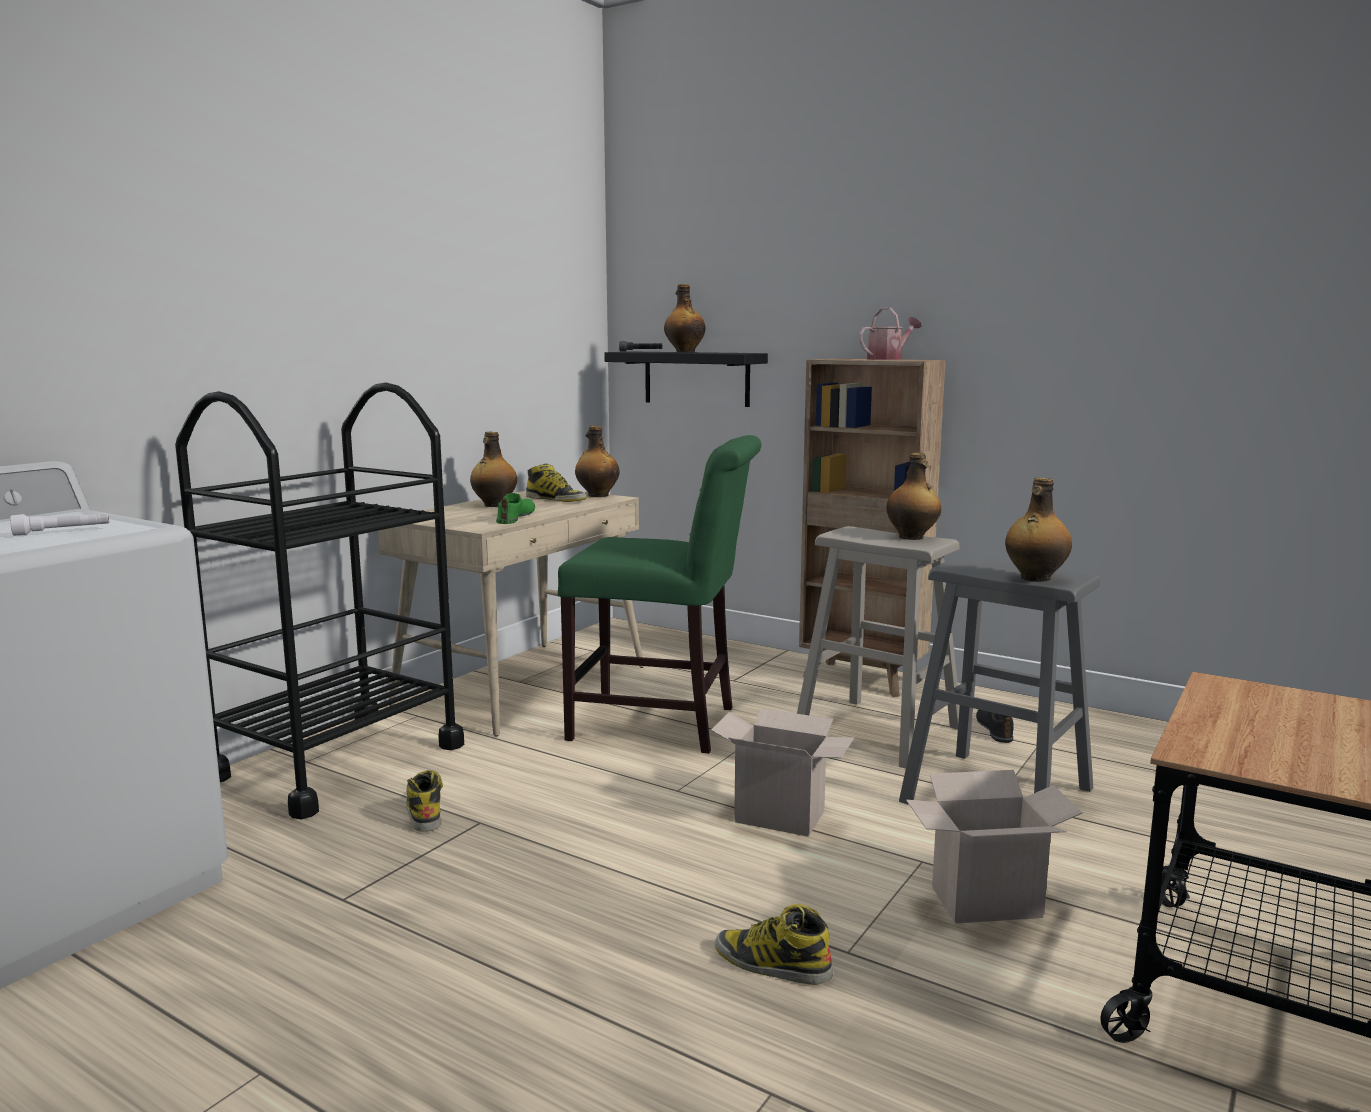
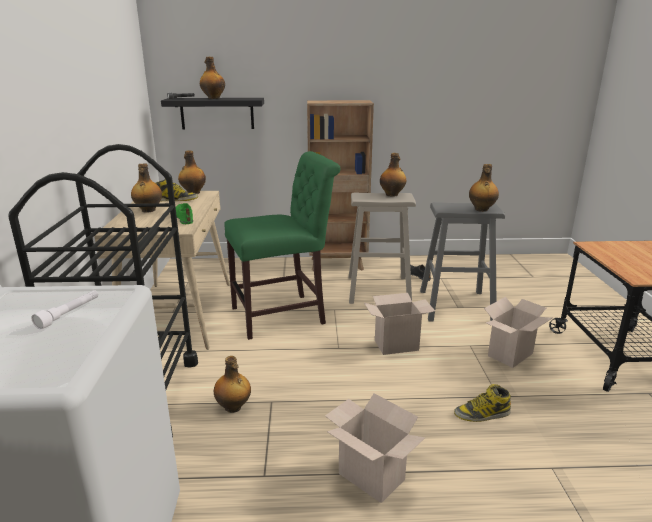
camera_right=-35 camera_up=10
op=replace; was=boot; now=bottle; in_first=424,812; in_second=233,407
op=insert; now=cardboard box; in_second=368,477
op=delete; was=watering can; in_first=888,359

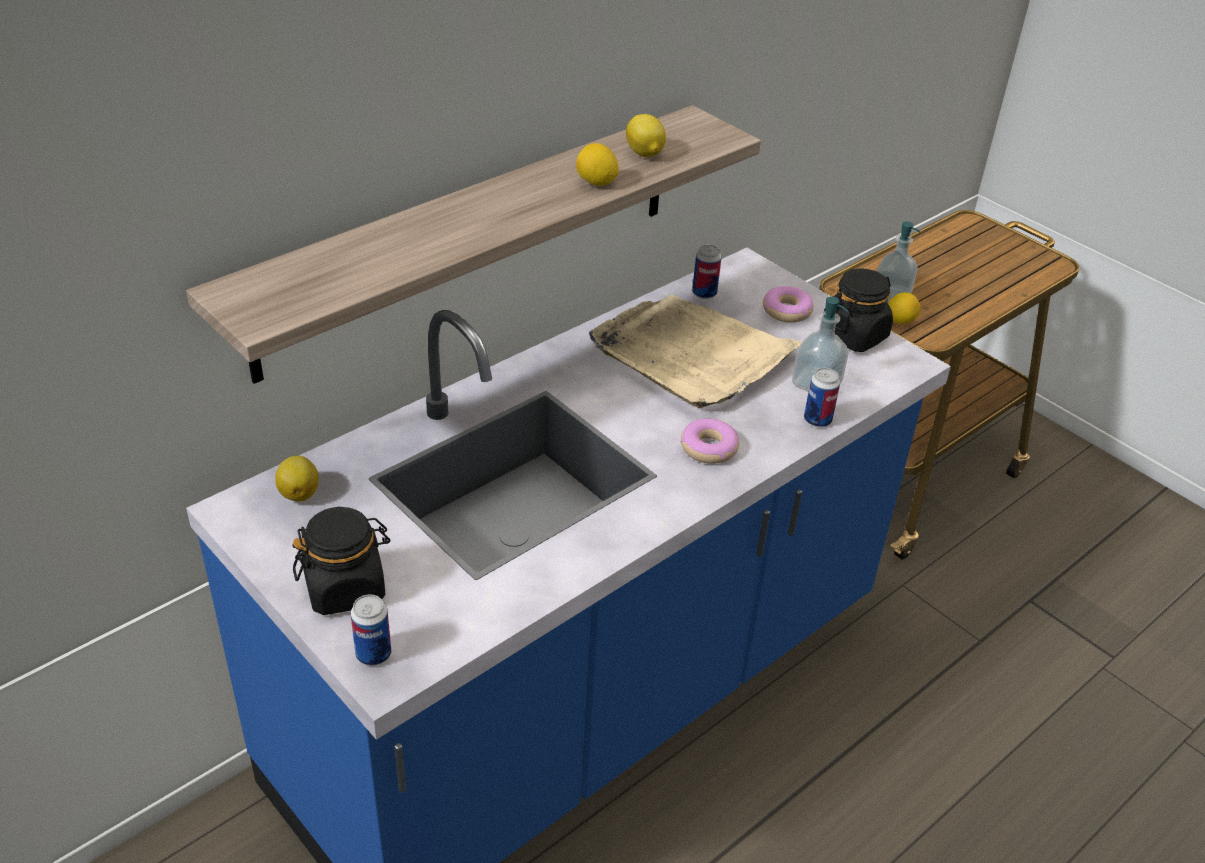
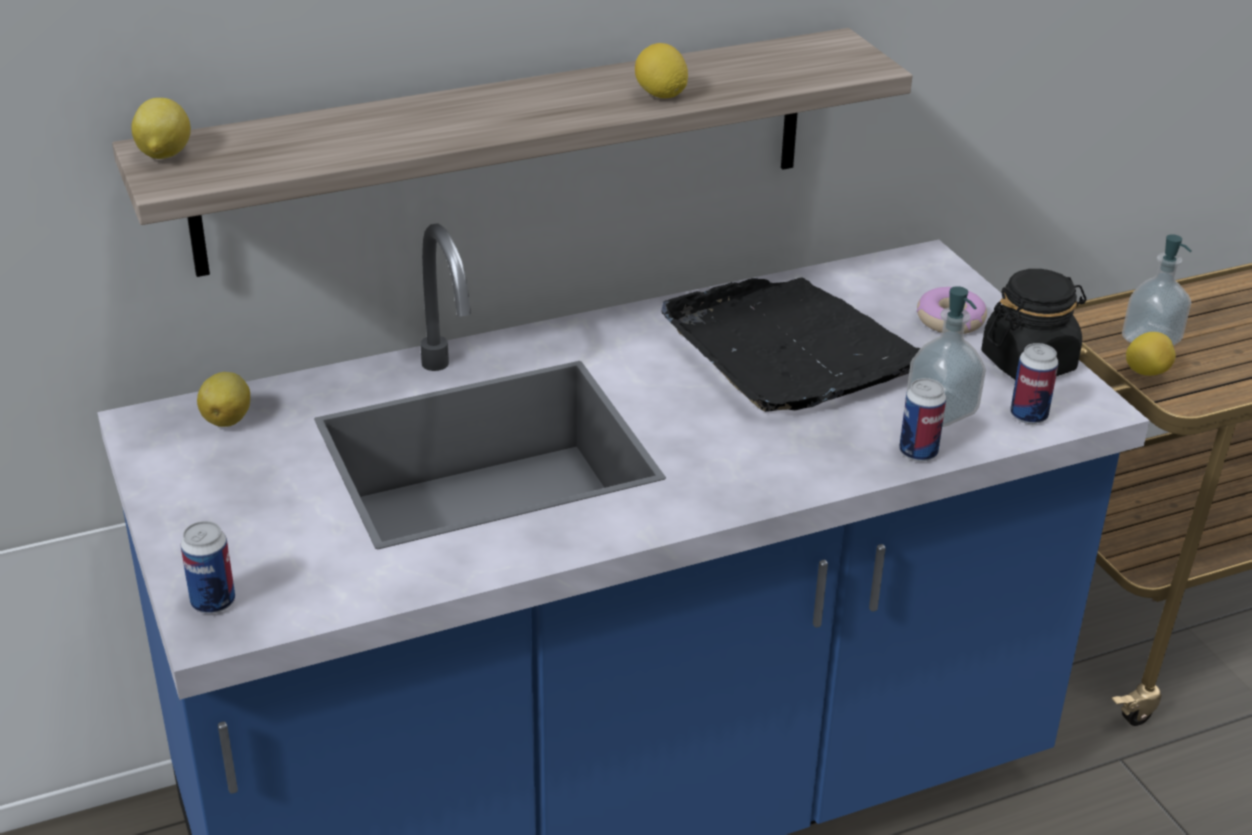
camera_right=20 camera_up=-5
op=move; was=lemon; in_first=644,154; in_second=163,155
op=recolor; was=beige tray; now=black tray; in_first=692,355; in_second=791,351
op=move; was=can; in_first=704,293; in_second=1028,416
op=delete; was=black jar; in_first=345,588
op=delete; was=donut; in_first=709,448

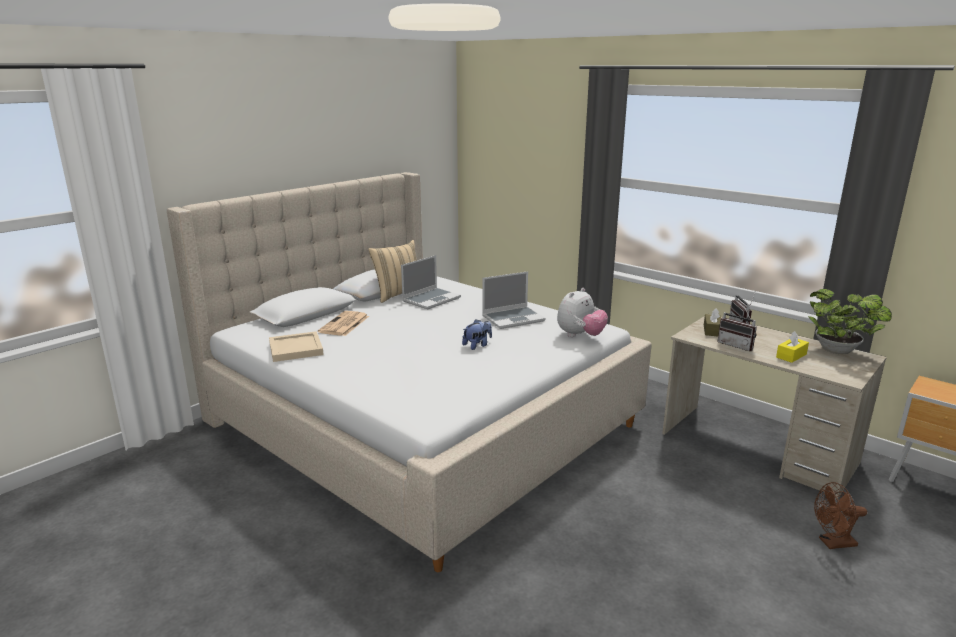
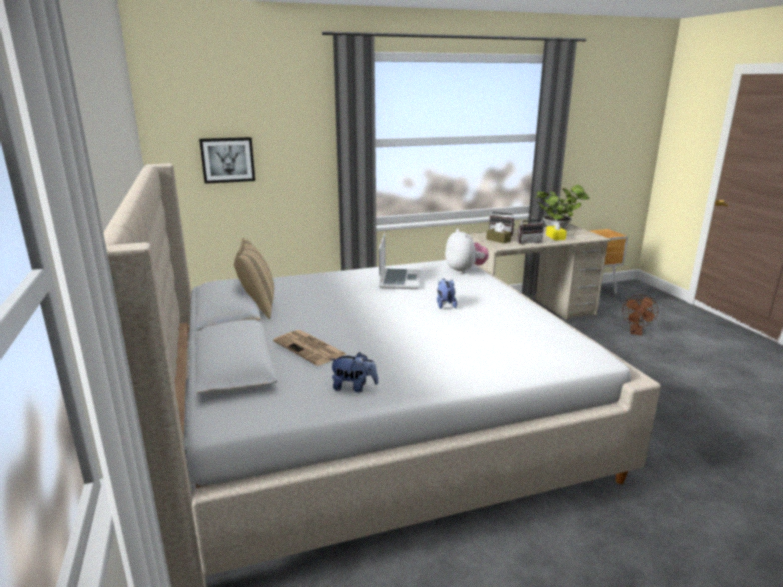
camera_right=-60 camera_up=0
op=insert; now=picture; in_second=227,160
op=replace; was=beige tray; now=plush toy; in_first=296,349; in_second=354,387
op=delete; was=laptop; in_first=431,299

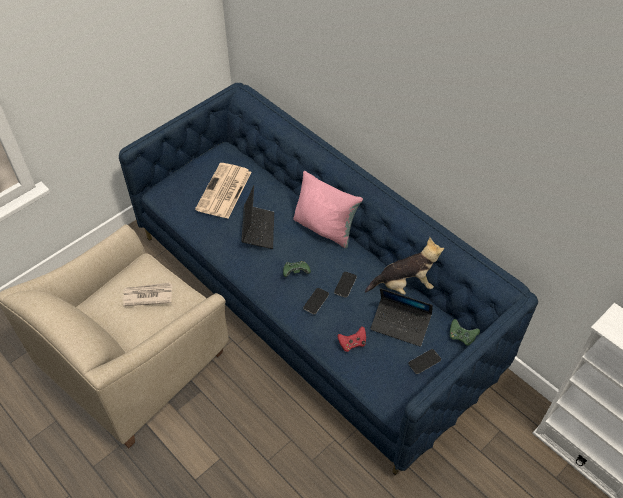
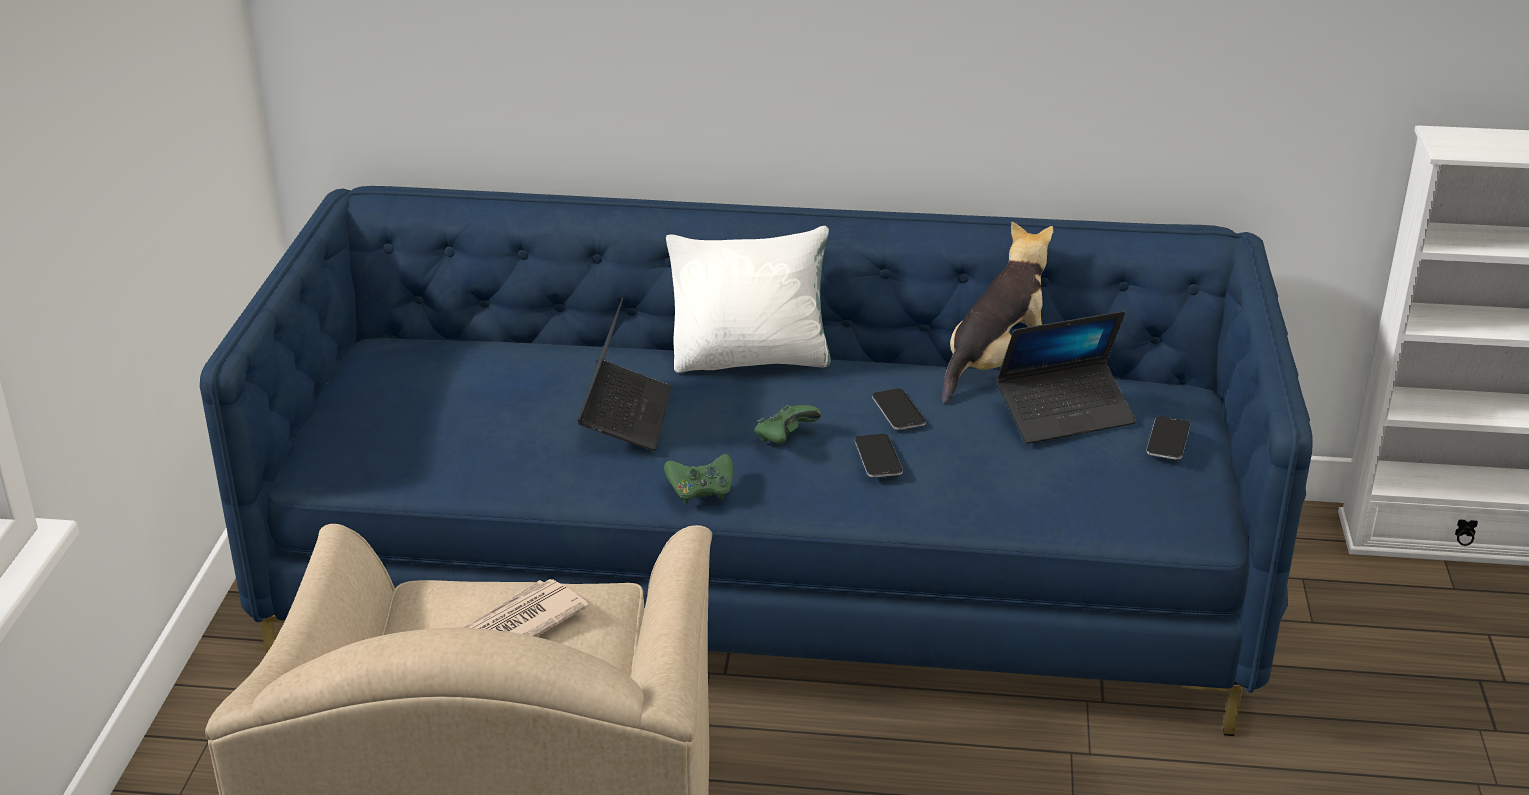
camera_right=-40 camera_up=-20
op=rotate; was=laptop; in_first=258,230; in_second=625,416; clockwise=45
op=move; was=green game controller; in_first=461,337; in_second=700,492
op=recolor; was=pink pillow; now=white pillow; in_first=325,228; in_second=751,358
op=delete; was=newspaper; in_first=224,192
op=delete; was=red game controller; in_first=352,343

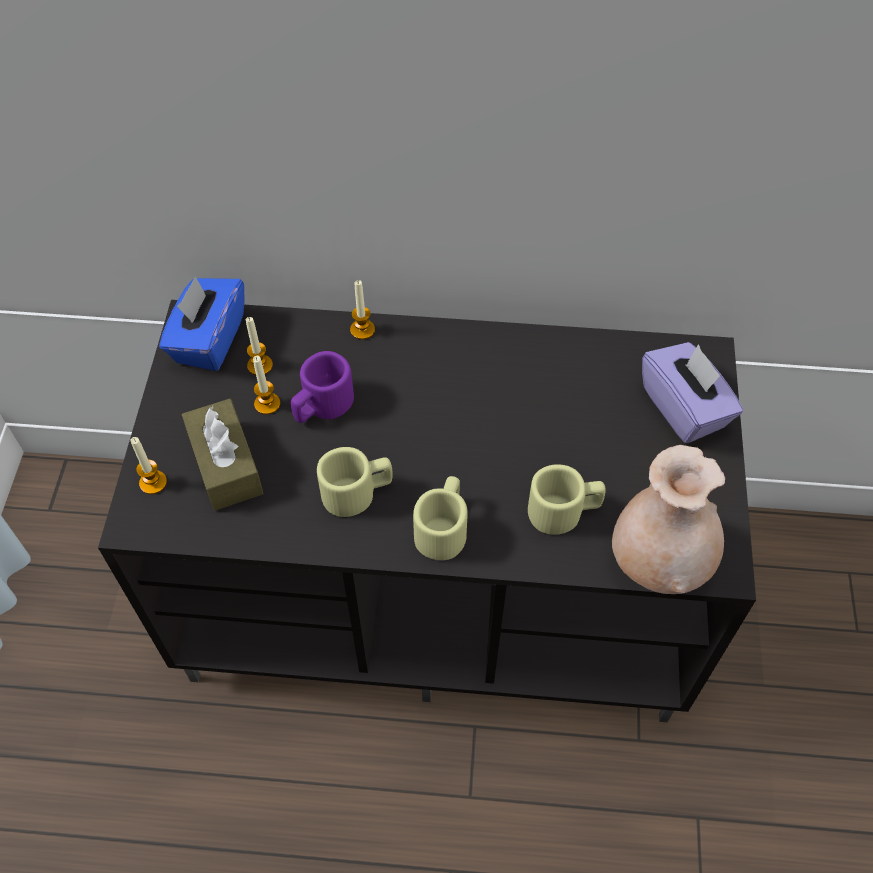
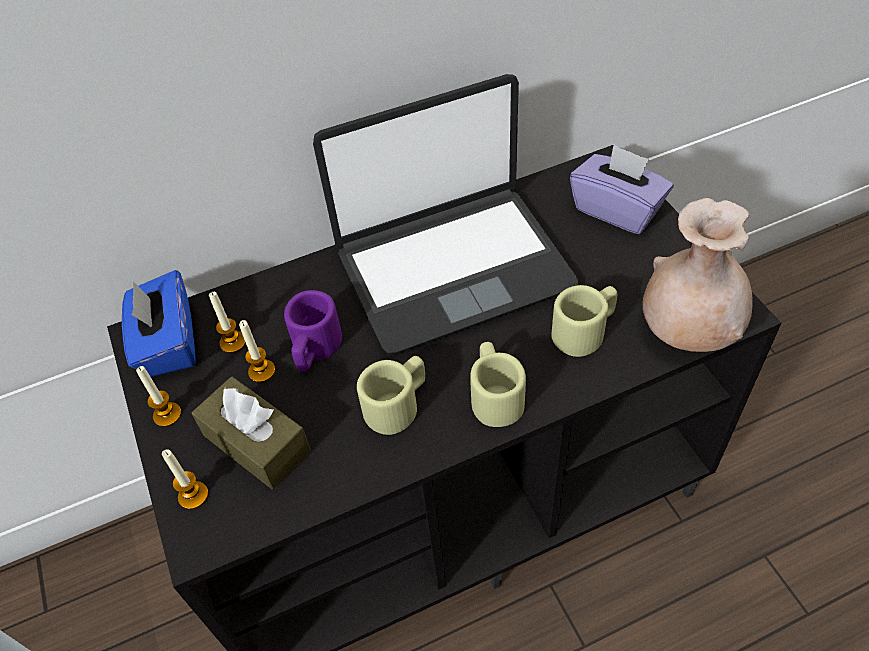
camera_right=-25 camera_up=-5
op=move; was=candle; in_first=362,330; in_second=167,415
op=insert; now=laptop; in_second=453,268

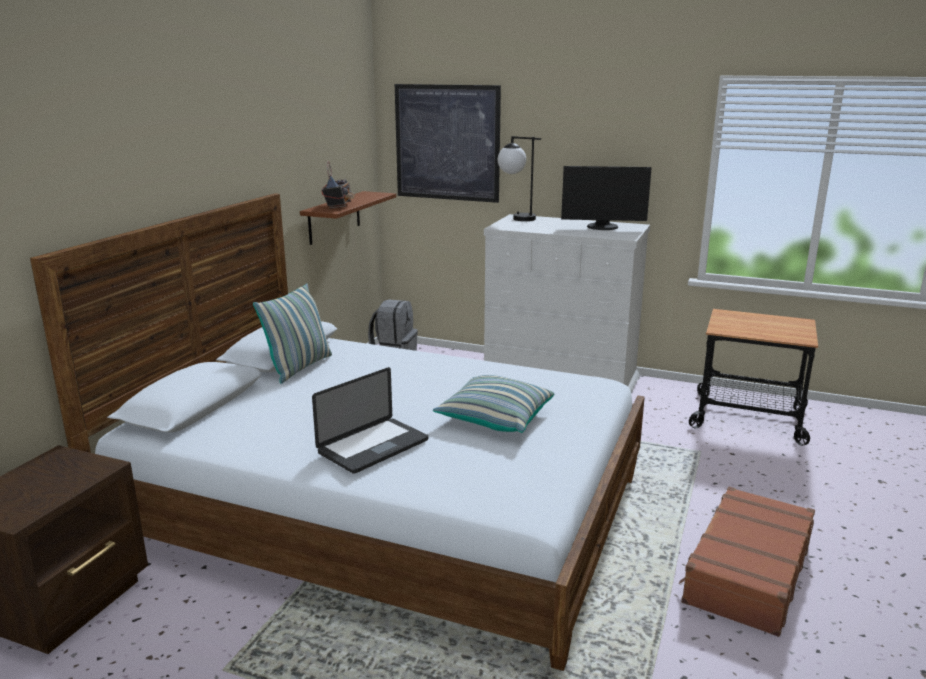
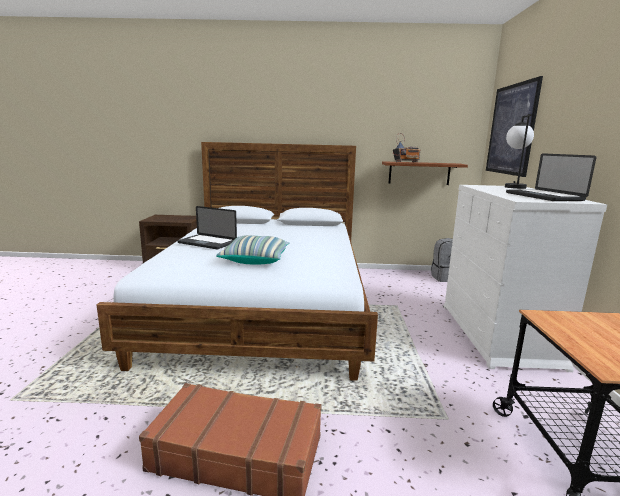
camera_right=70 camera_up=-5
op=replace; was=monitor; now=laptop; in_first=602,227; in_second=543,196
op=delete; was=pillow; in_first=299,367

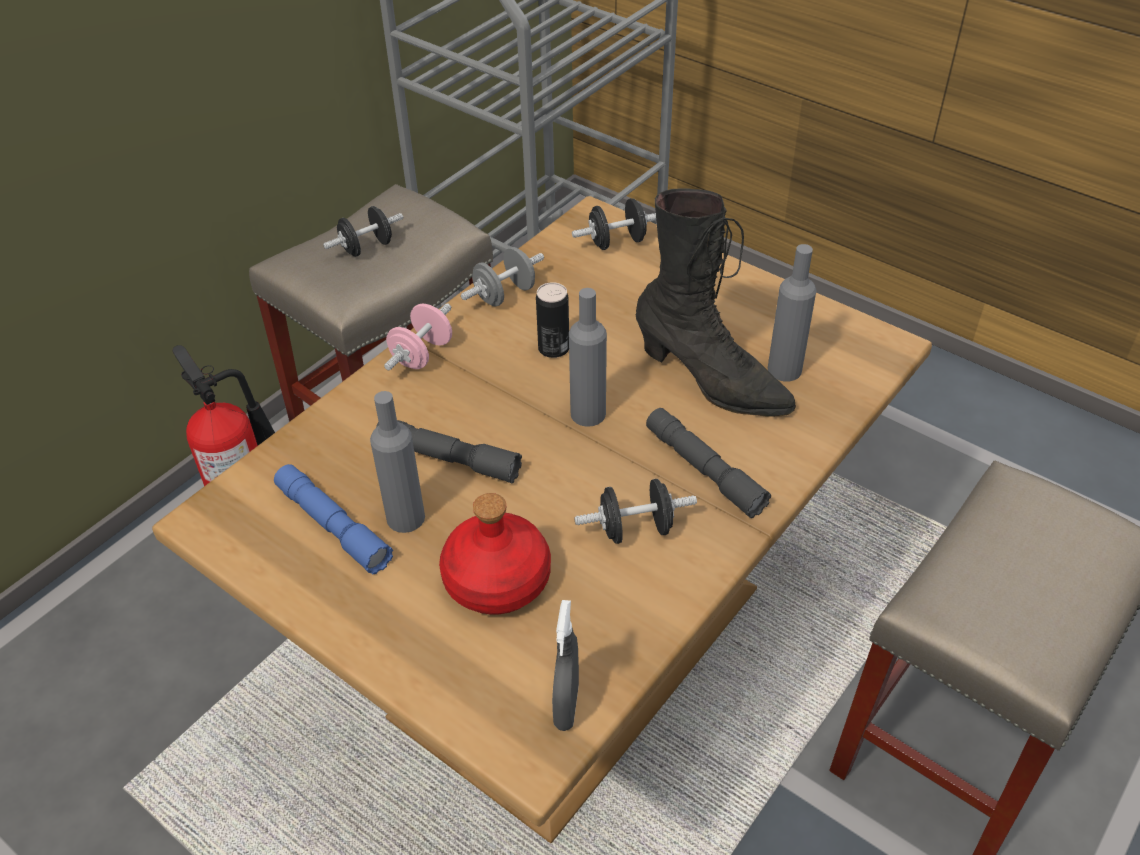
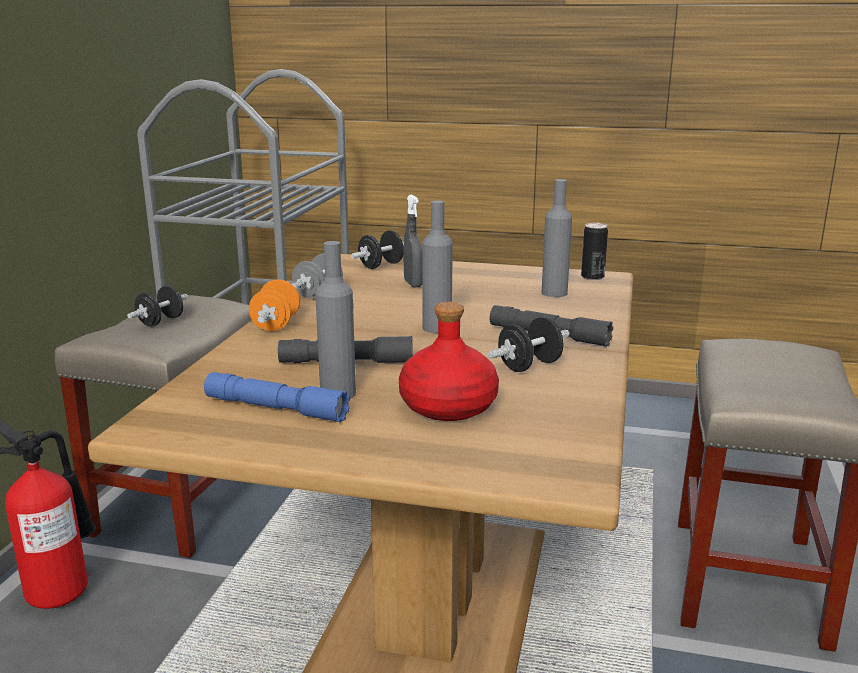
camera_right=-25 camera_up=-25
op=recolor; was=pink dumbbell; now=orange dumbbell; in_first=422,354; in_second=276,324
op=move; was=grey spray bottle; in_first=566,706; in_second=413,284
op=move; was=can; in_first=553,348; in_second=592,277
op=delete; was=black boot; in_first=711,382

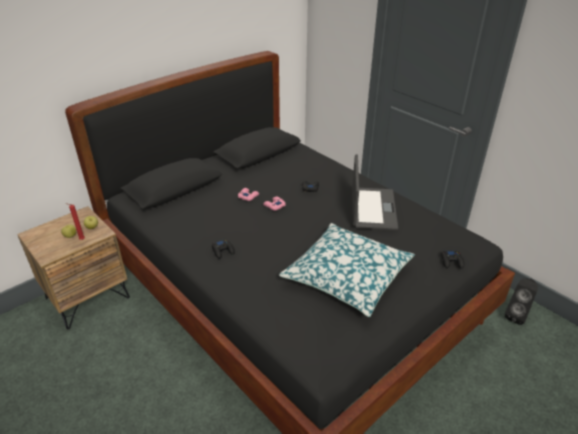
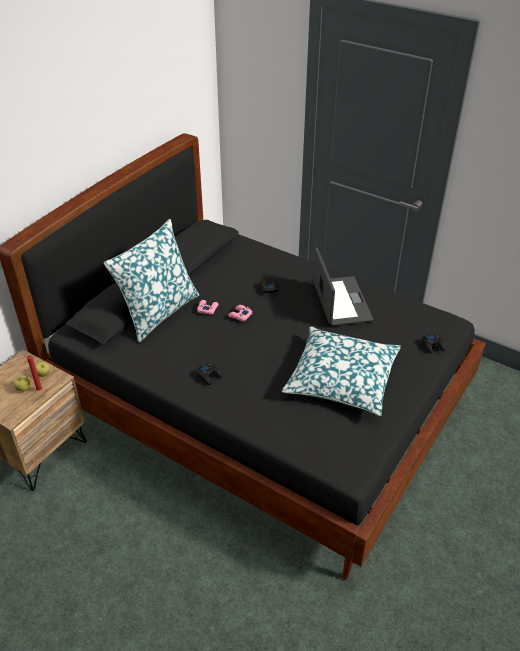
camera_right=-15 camera_up=5
op=insert; now=pillow; in_second=158,312
op=delete; was=black speaker; in_first=516,315

